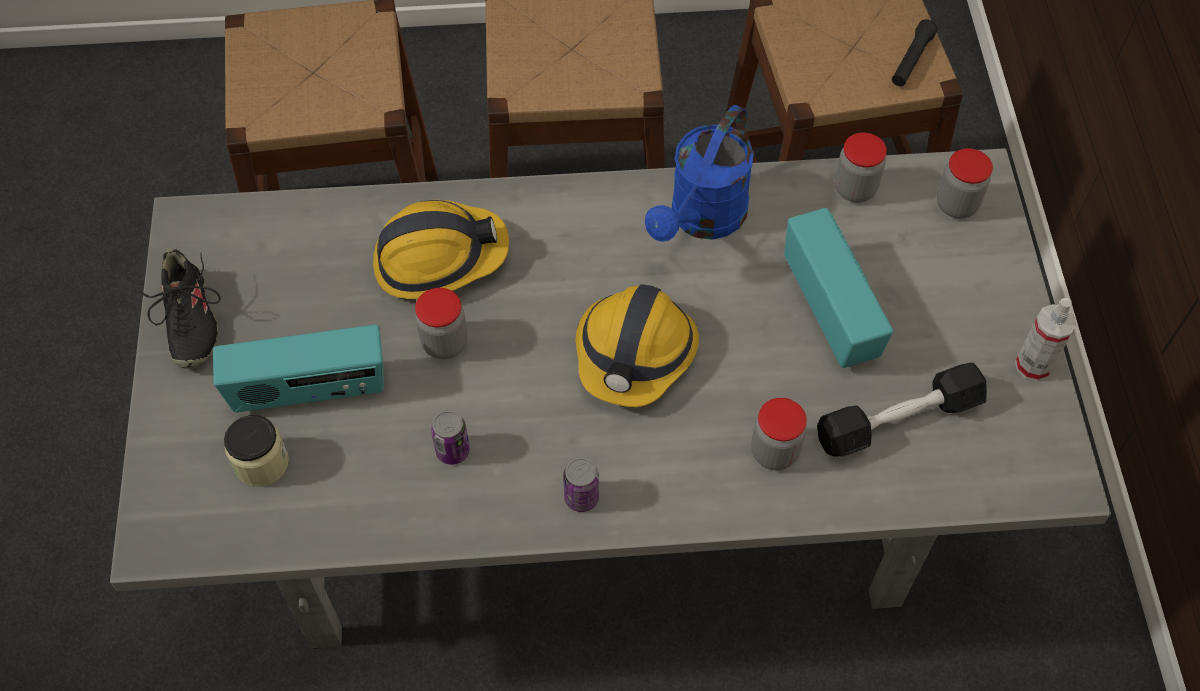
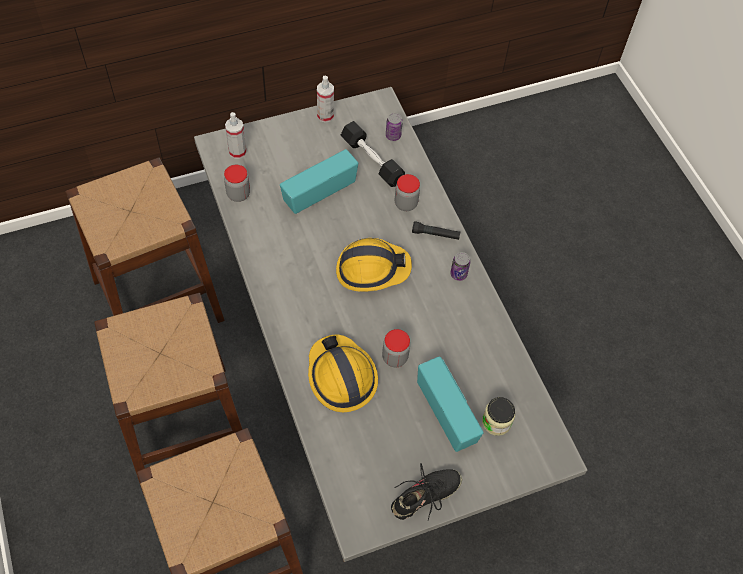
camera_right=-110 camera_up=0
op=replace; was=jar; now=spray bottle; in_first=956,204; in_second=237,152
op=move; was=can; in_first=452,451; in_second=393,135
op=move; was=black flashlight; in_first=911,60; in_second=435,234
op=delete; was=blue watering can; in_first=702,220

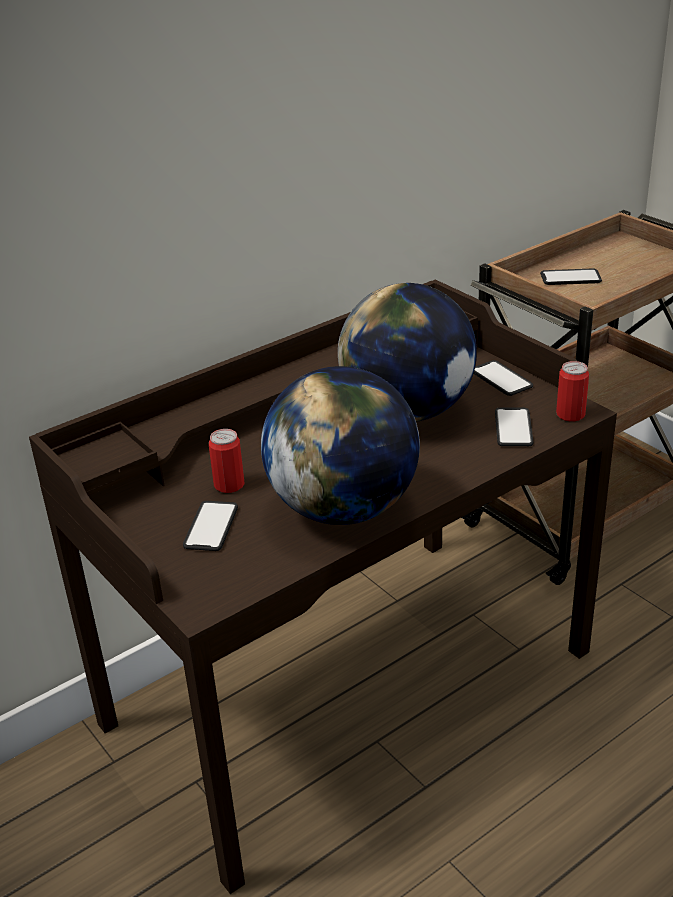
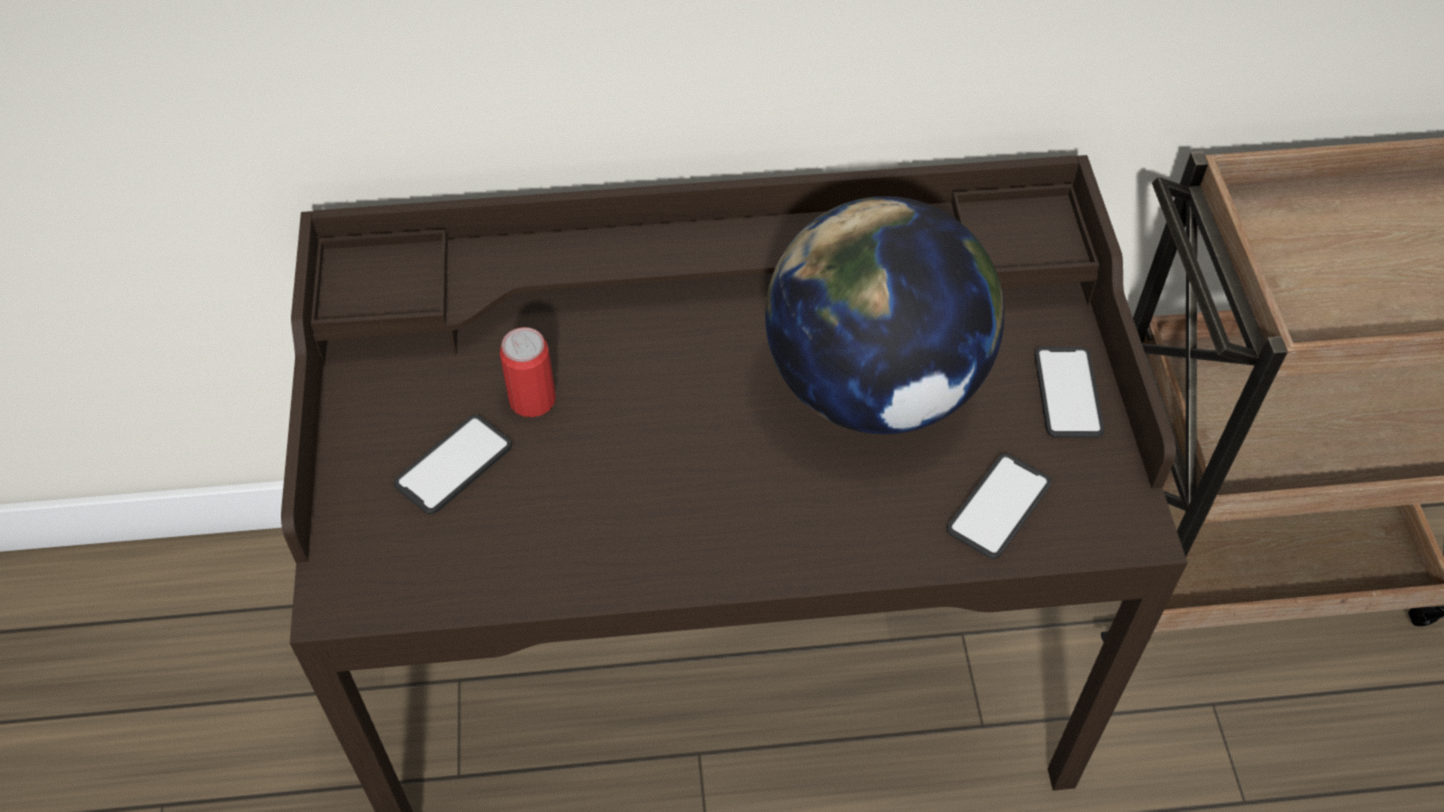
camera_right=30 camera_up=20
op=delete; was=globe; in_first=343,508
op=delete; was=phone; in_first=570,278
op=delete; was=can; in_first=570,414

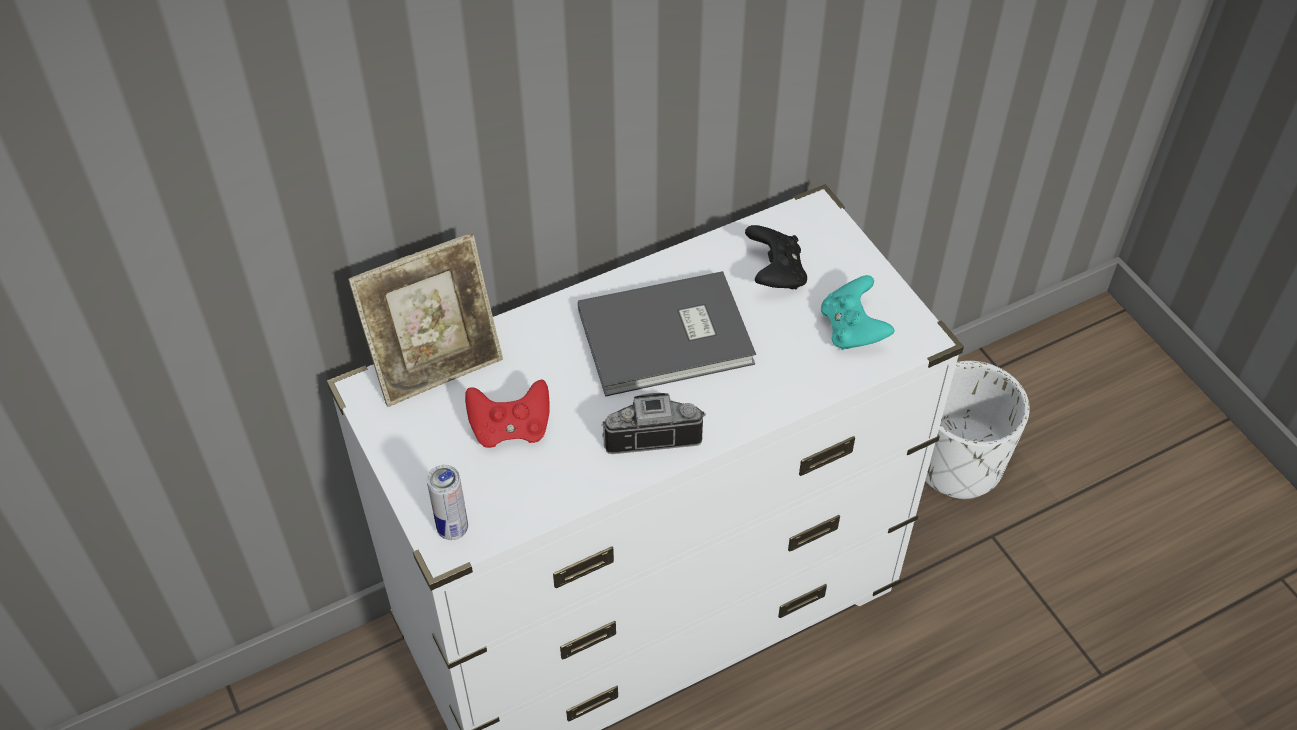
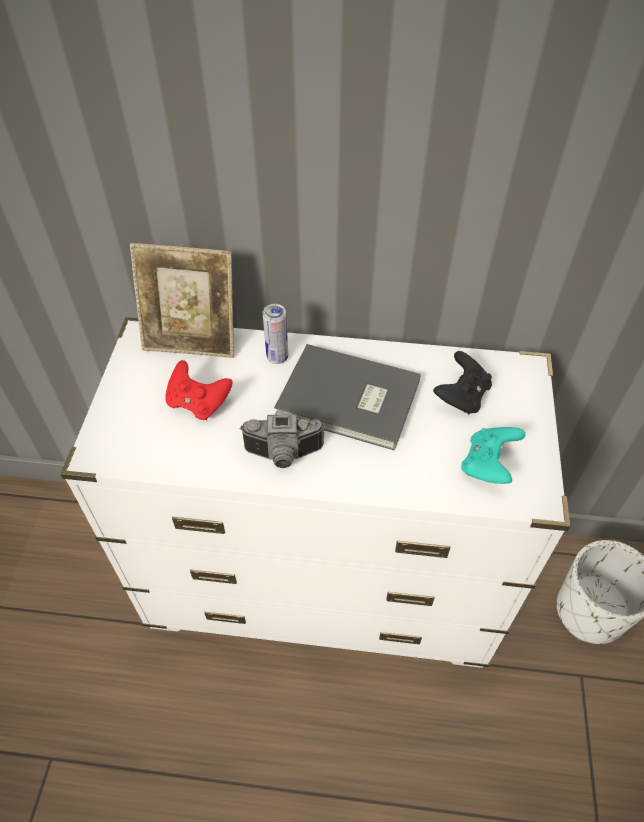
camera_right=35 camera_up=0
op=rotate; was=photo camera; in_first=651,431; in_second=283,456; clockwise=150
op=move; was=can; in_first=453,529; in_second=277,358

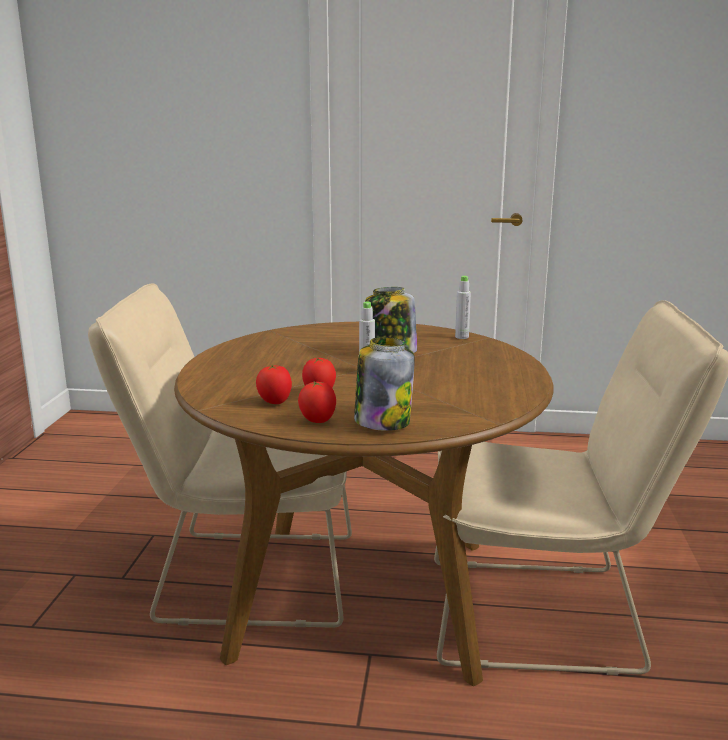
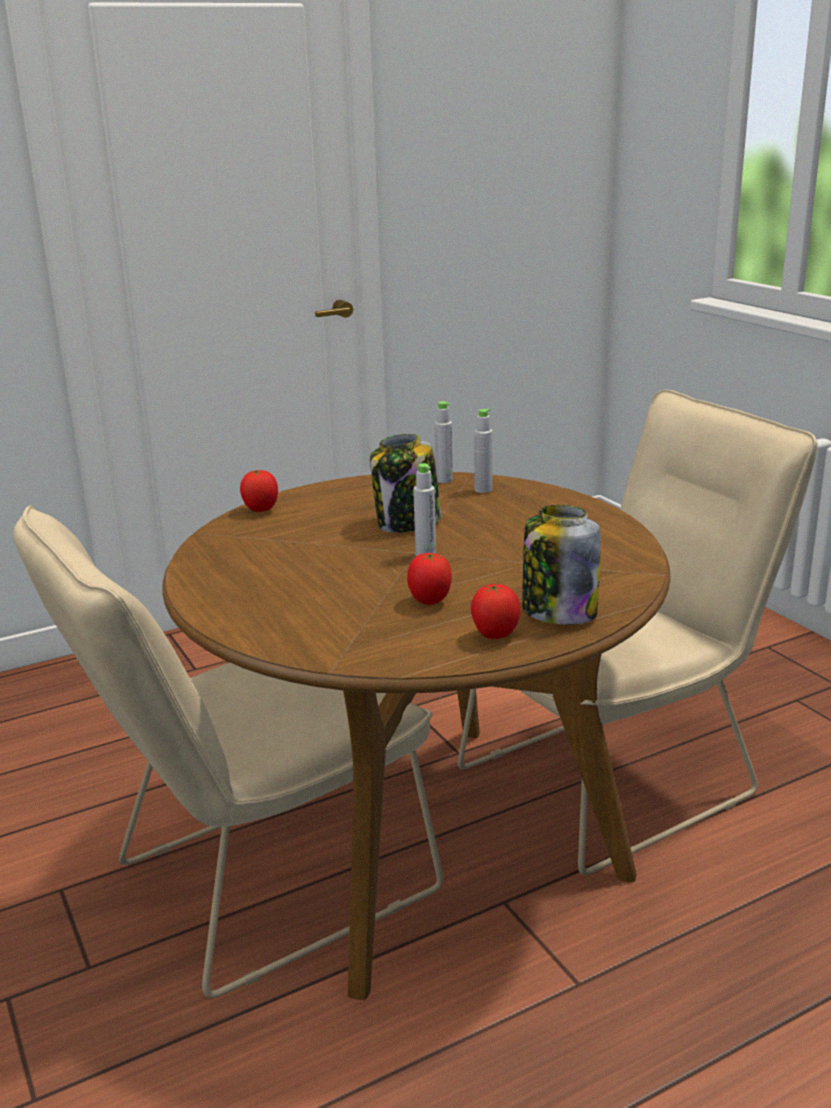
camera_right=-35 camera_up=5
op=move; was=tomato; in_first=275,403; in_second=260,510
op=insert; now=grey bottle; in_second=483,490

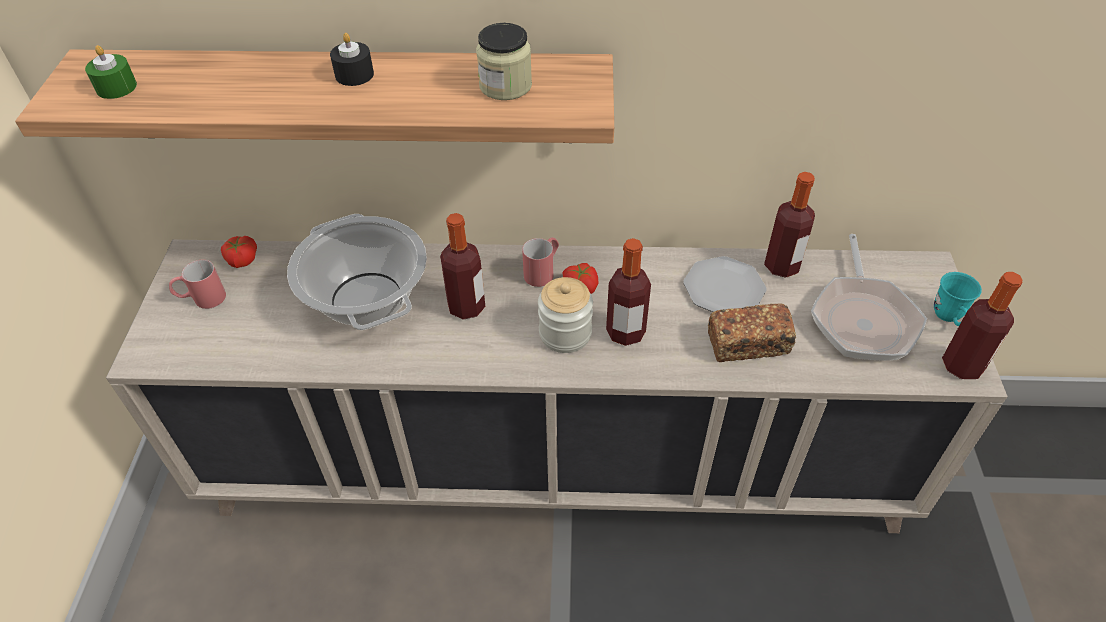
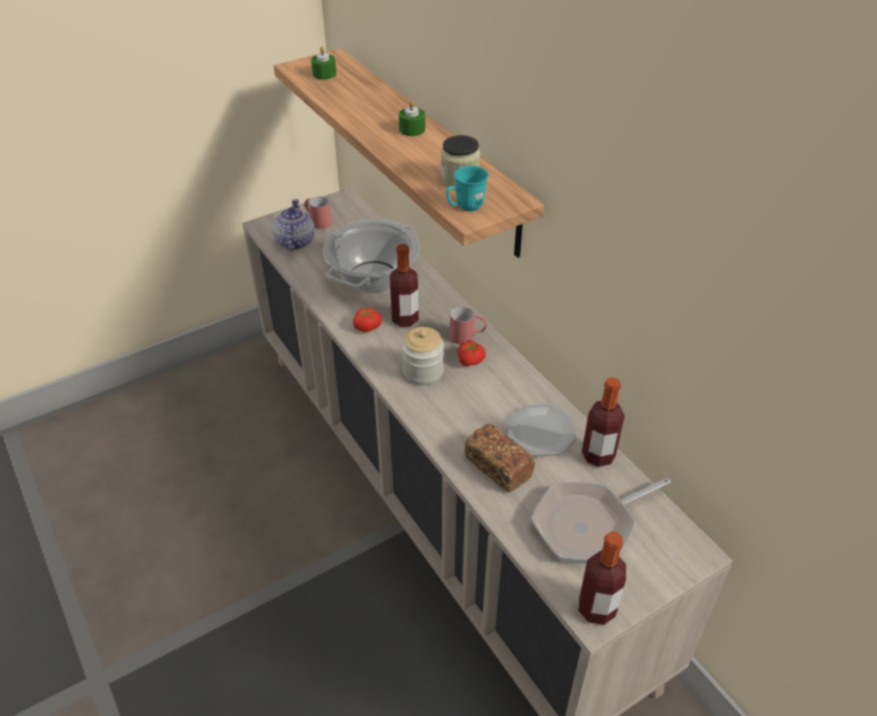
camera_right=55 camera_up=-5
op=insert; now=teapot; in_second=294,241
op=move; was=tomato; in_first=241,260; in_second=367,326
op=recolor; was=black candle; now=green candle; in_first=354,74; in_second=412,129
op=move; was=turquoise mug; in_first=949,318; in_second=465,207
op=delete; was=bottle; in_first=625,332

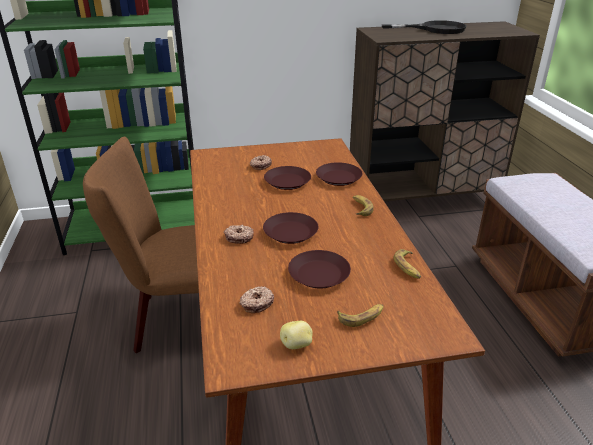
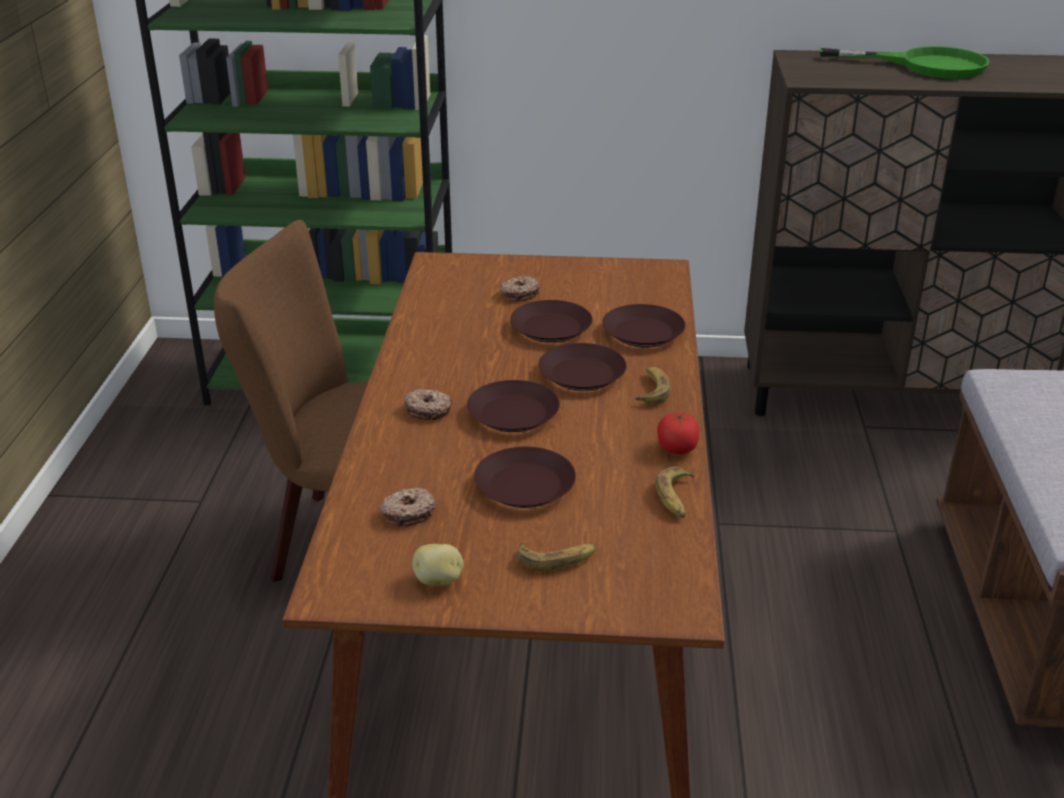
camera_right=15 camera_up=0
op=insert; now=brown plate; in_second=583,374
op=insert; now=tomato; in_second=677,449
op=recolor; was=black frying pan; now=green frying pan; in_first=435,29; in_second=926,65

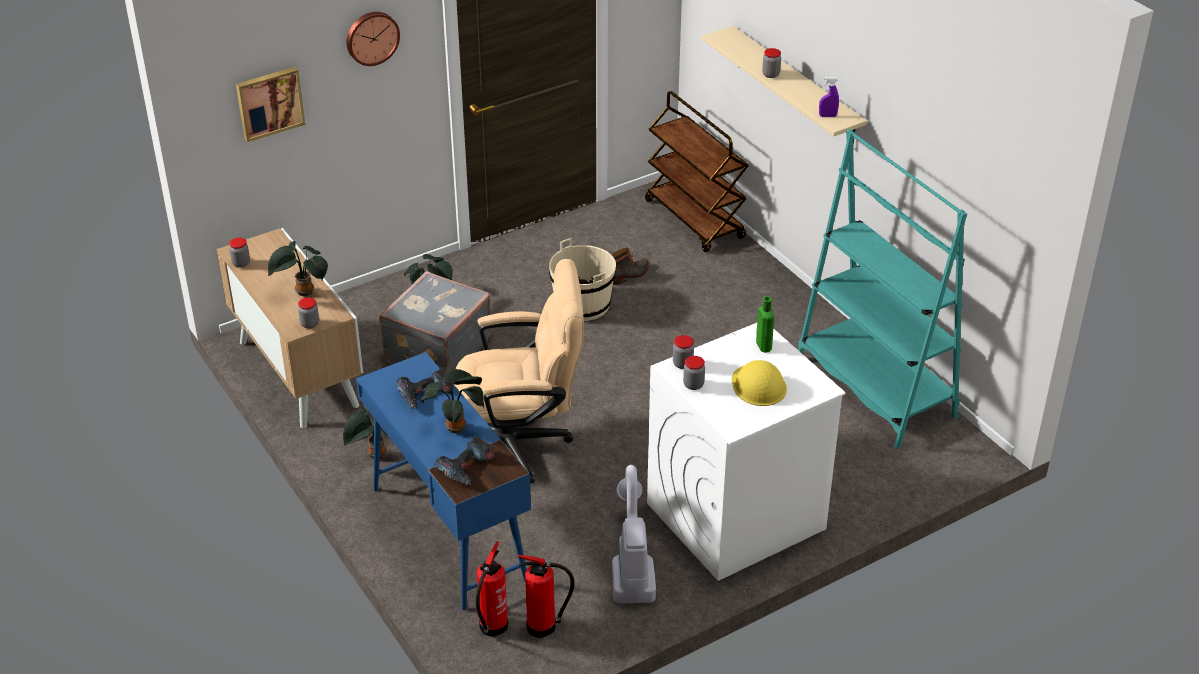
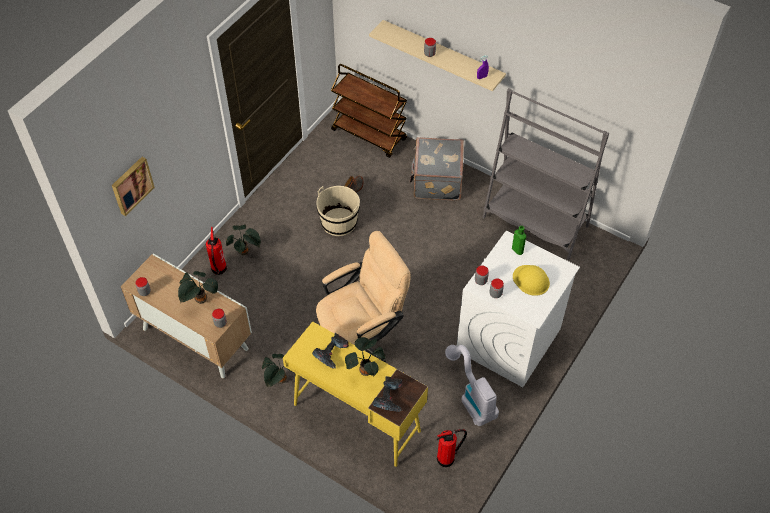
camera_right=-25 camera_up=15
op=move; was=fire extinguisher; in_first=491,627; in_second=218,269
op=recolor; was=blue desk; now=yellow desk; in_first=448,532; in_second=356,417
op=move; was=grey suitcase; in_first=436,350; in_second=436,181
op=recolor; was=turquoise bookcase; now=grey bookcase; in_first=875,388; in_second=535,222
op=delete; was=wall clock; in_first=371,37

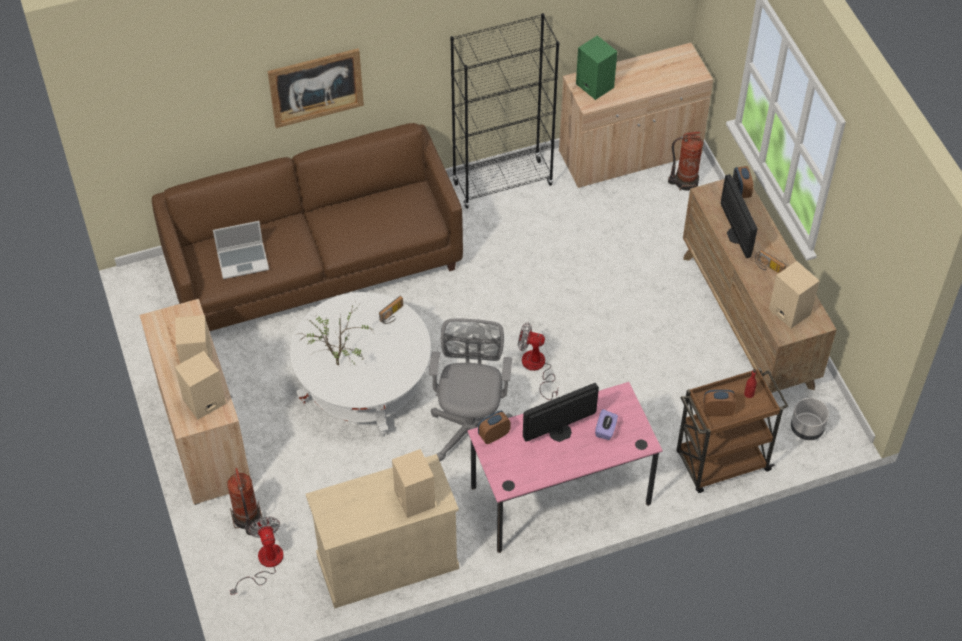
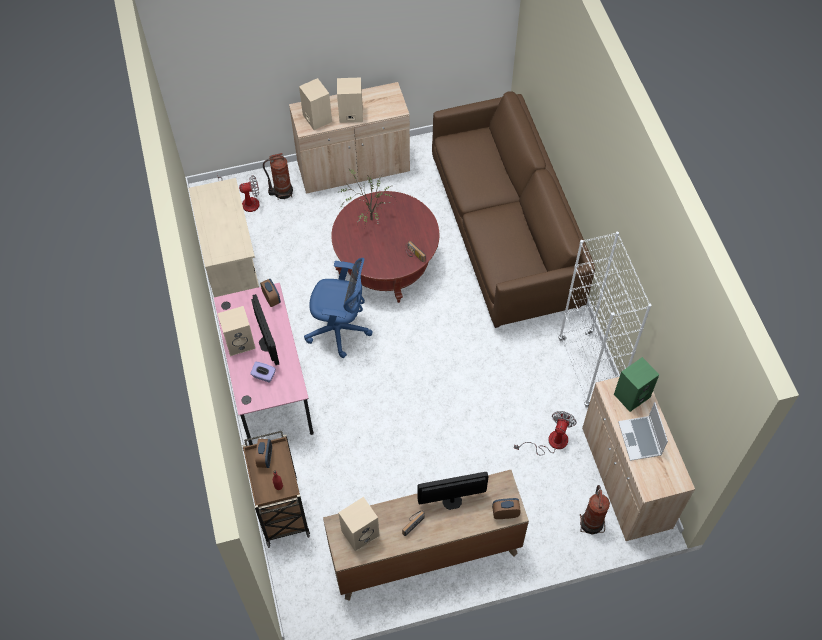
camera_right=95 camera_up=5
op=move; was=beige speaker; in_first=413,498; in_second=240,342
op=recolor; was=grey office chair; now=blue office chair; in_first=470,426; in_second=340,329
op=recolor; was=white coffee table; now=red coffee table; in_first=364,385; in_second=386,262
op=move; was=fan; in_first=536,368; in_second=550,442
op=recolor; was=black bookcase; now=white bookcase; in_first=502,183; in_second=588,370
op=move; was=laptop; in_first=243,260; in_second=640,439
op=delete; was=picture; in_first=316,87
op=delete; was=grey planter; in_first=807,429

